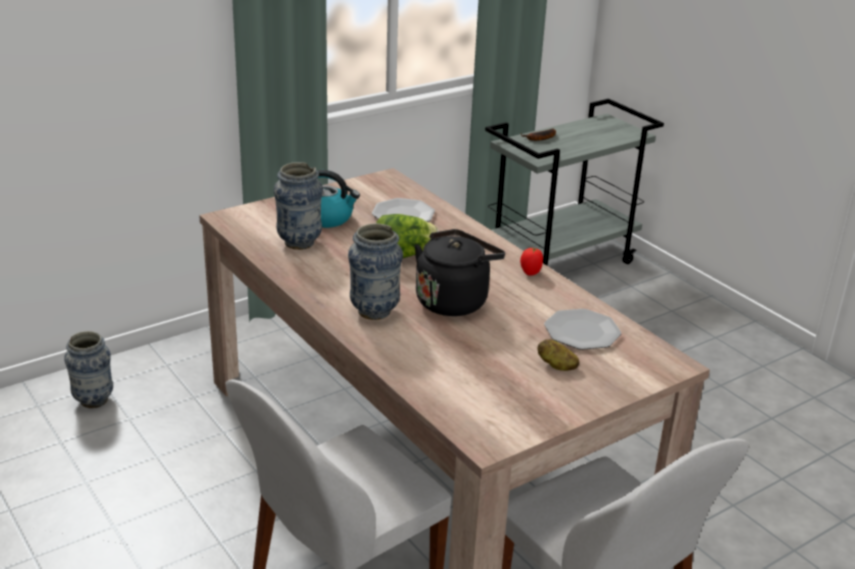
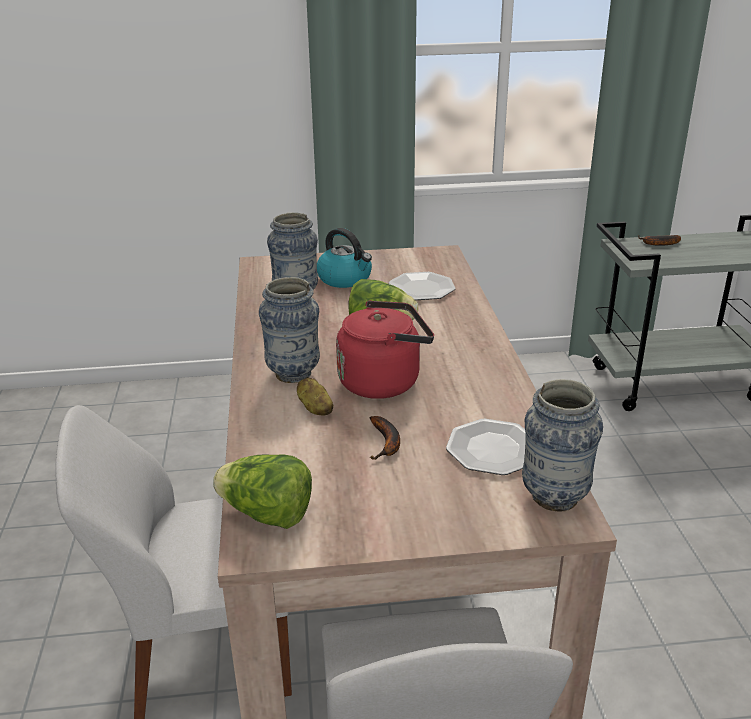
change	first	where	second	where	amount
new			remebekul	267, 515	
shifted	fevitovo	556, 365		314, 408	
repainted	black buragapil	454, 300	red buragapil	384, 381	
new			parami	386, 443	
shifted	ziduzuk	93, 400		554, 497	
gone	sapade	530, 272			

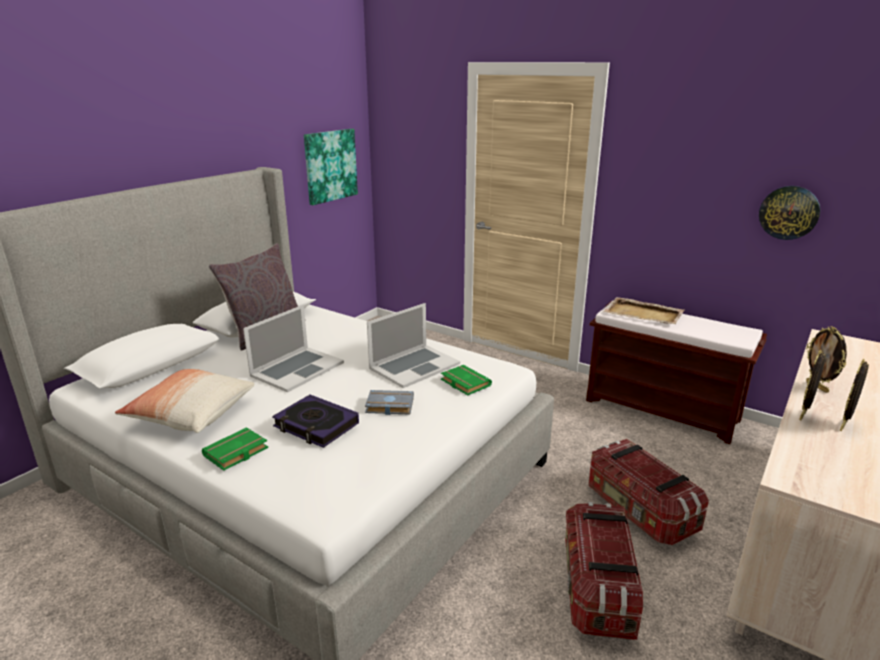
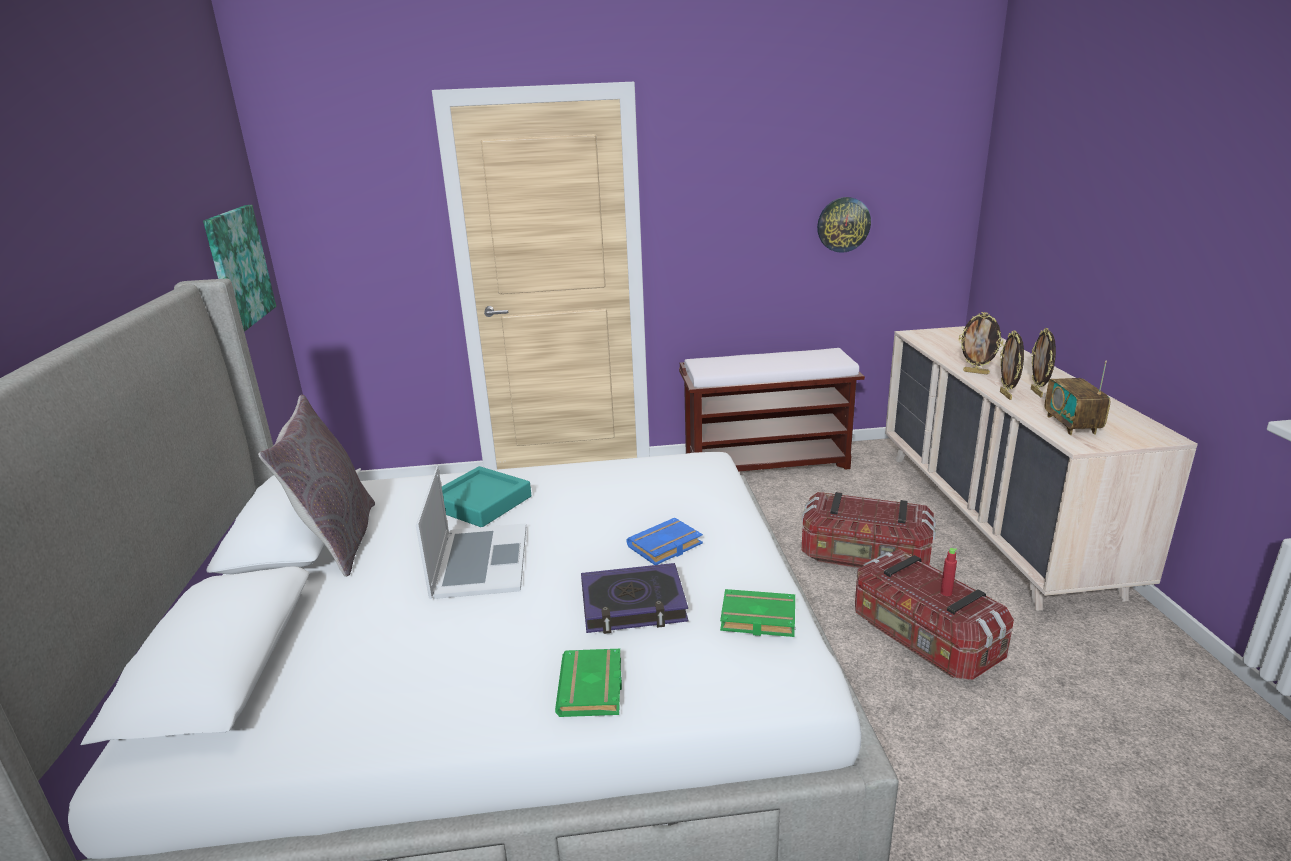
change	first	where	second	where	amount
new			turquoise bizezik	481, 503	
repainted	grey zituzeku	388, 406	blue zituzeku	665, 547	
shifted	green zituzeku	464, 383		756, 619	
new			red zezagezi	946, 593	
new			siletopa	1071, 425	
gone	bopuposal	190, 414			
gone	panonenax	414, 366			
gone	beige bizezik	644, 314			

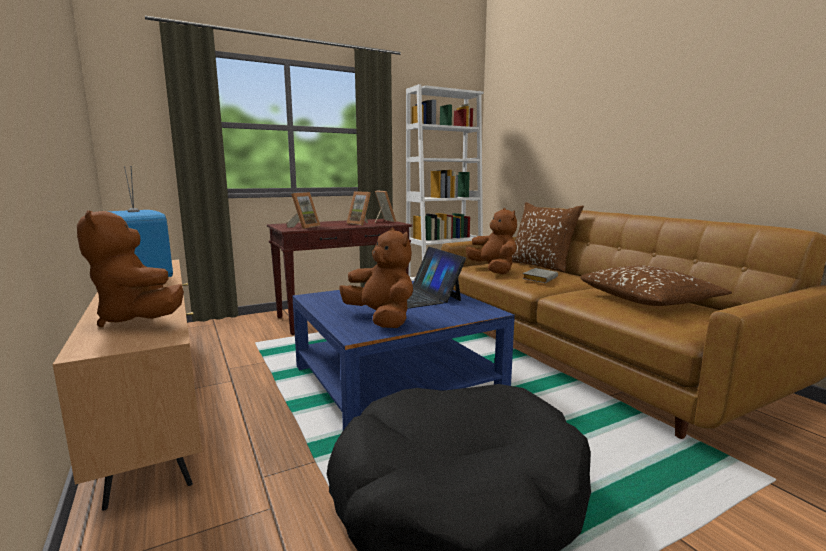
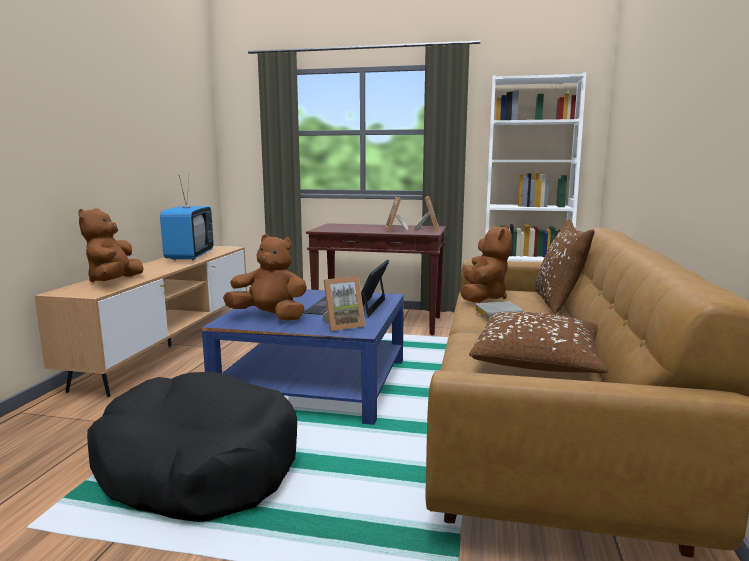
change	first	where	second	where	amount
rotated	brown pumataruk	381, 319		270, 317	75 degrees counterclockwise
shifted	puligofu	304, 227		342, 325	

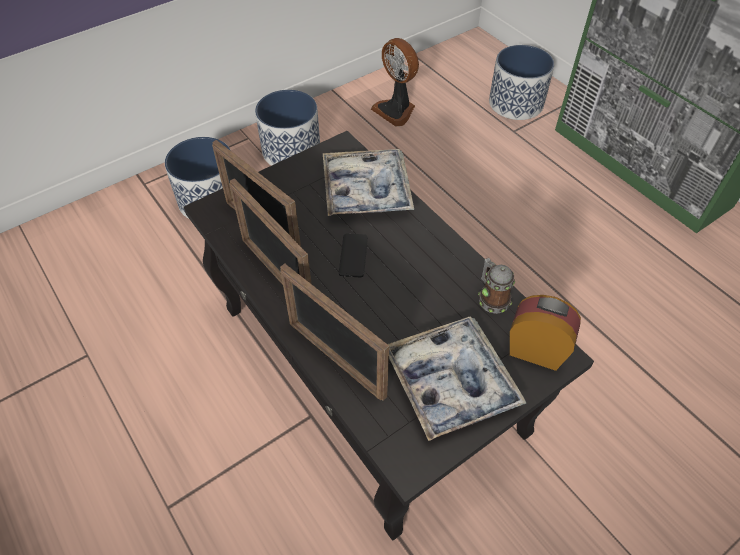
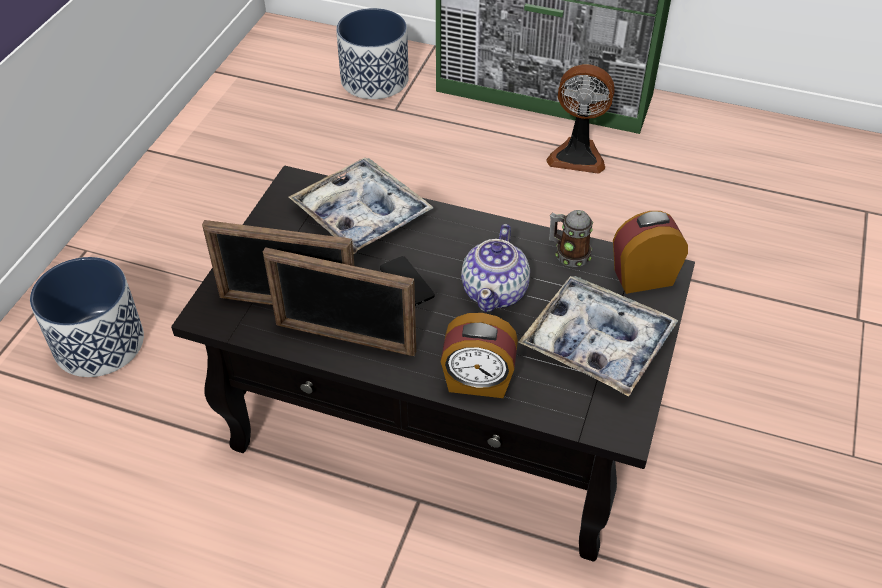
change	first	where	second	where	amount
swapped	puligofu	335, 359	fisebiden	477, 382	
new			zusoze	495, 291	
shifted	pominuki	396, 110		577, 155	
gone	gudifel	292, 151			

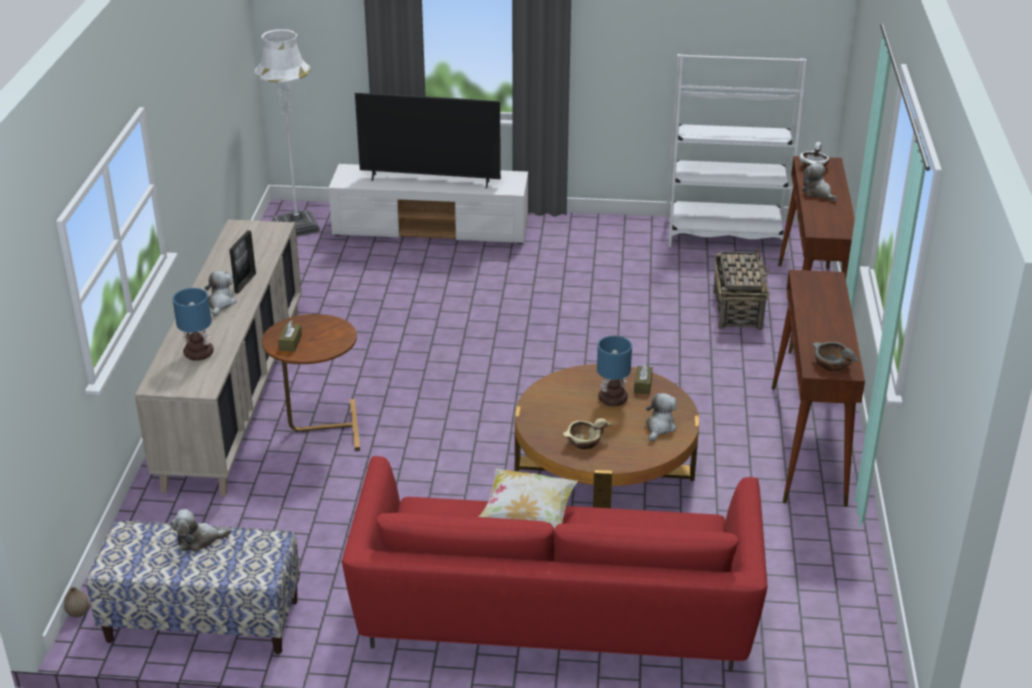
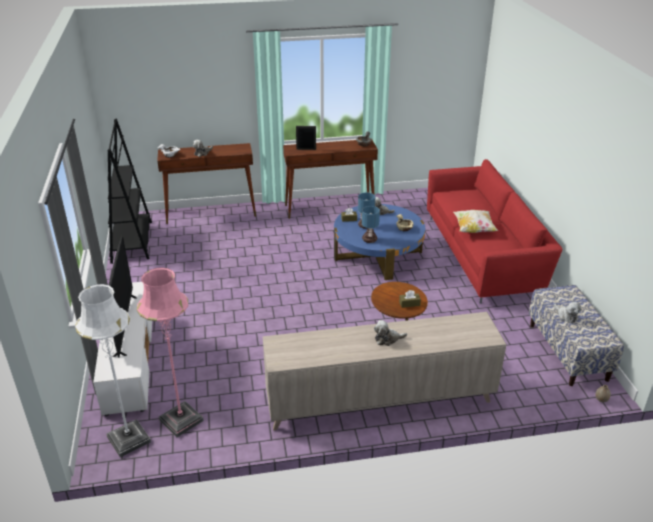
change	first	where	second	where	amount
repainted	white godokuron	725, 235	black godokuron	132, 242	
new			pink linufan	181, 420	
shifted	puligofu	245, 283		306, 149	
repainted	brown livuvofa	604, 470	blue livuvofa	378, 254	
shifted	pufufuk	197, 354		370, 240	
gone	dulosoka	737, 309			

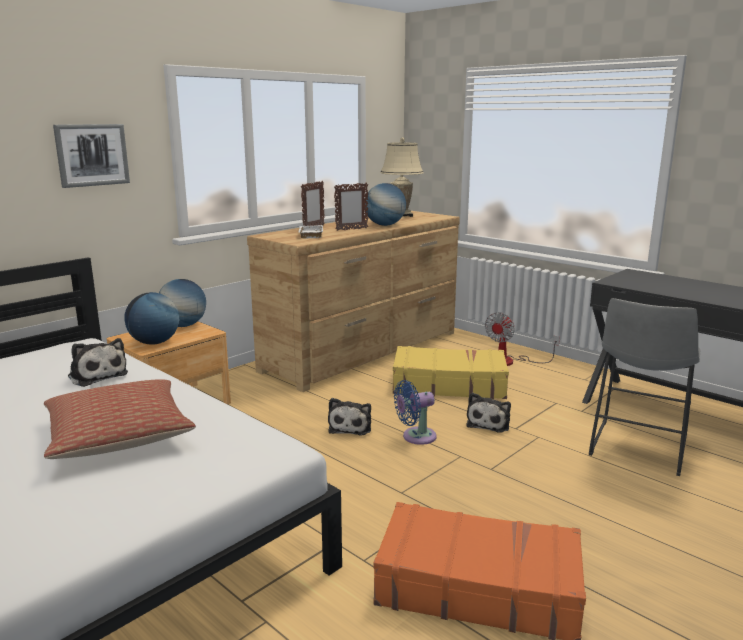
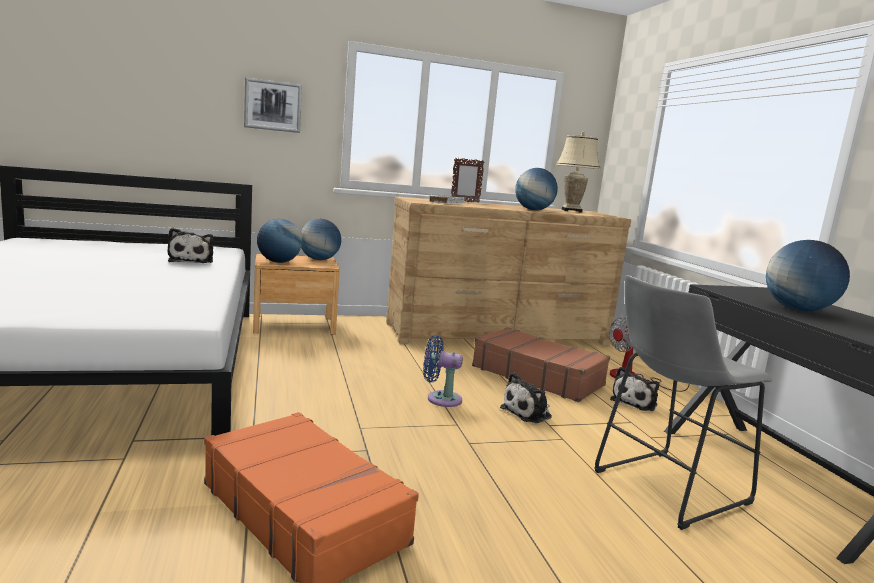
change	first	where	second	where	amount
repainted	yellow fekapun	448, 384	brown fekapun	537, 376	
shifted	pumataruk	351, 426		635, 402	
new			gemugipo	798, 309	
gone	bopuposal	118, 435			
gone	puligofu	351, 229			

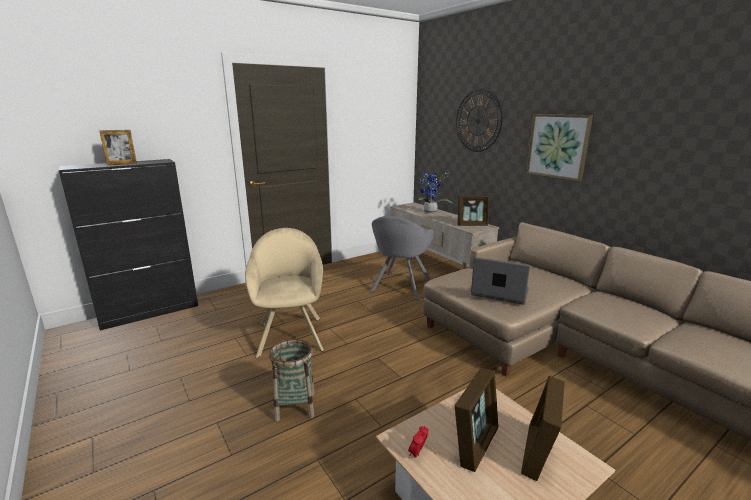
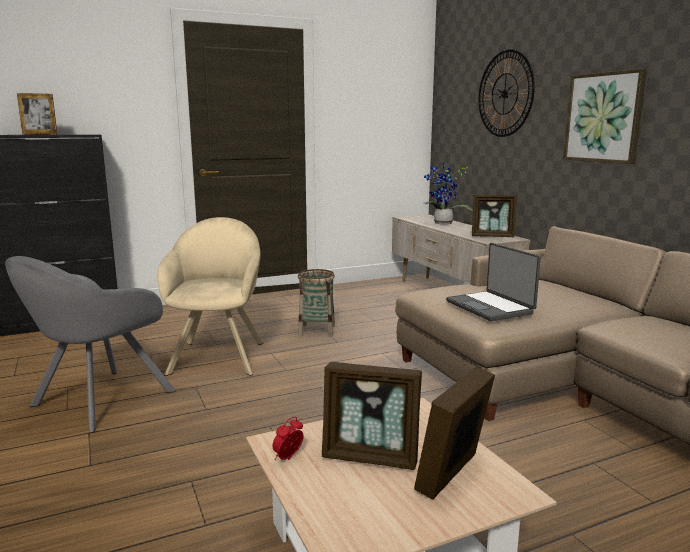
change	first	where	second	where	amount
shifted	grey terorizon	400, 287		97, 401	
shifted	dulosoka	295, 406		317, 330	
rotated	puligofu	475, 444		371, 457	60 degrees clockwise
rotated	panonenax	499, 293		490, 307	150 degrees counterclockwise

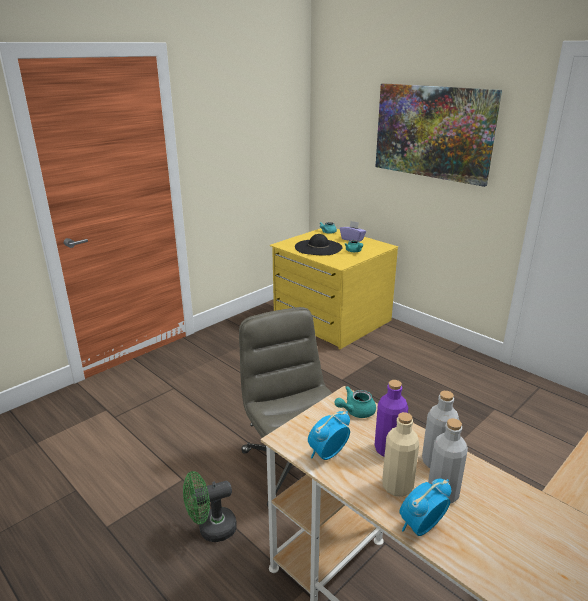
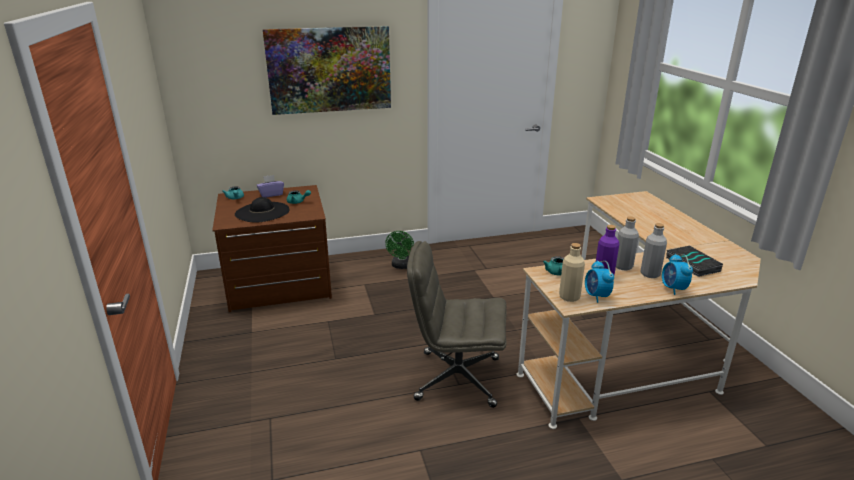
change	first	where	second	where	amount
repainted	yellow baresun	331, 319	brown baresun	279, 284	
shifted	green pominuki	211, 529		401, 266	
shifted	beige zezagezi	397, 486		569, 297	
new			zituzeku	691, 264	

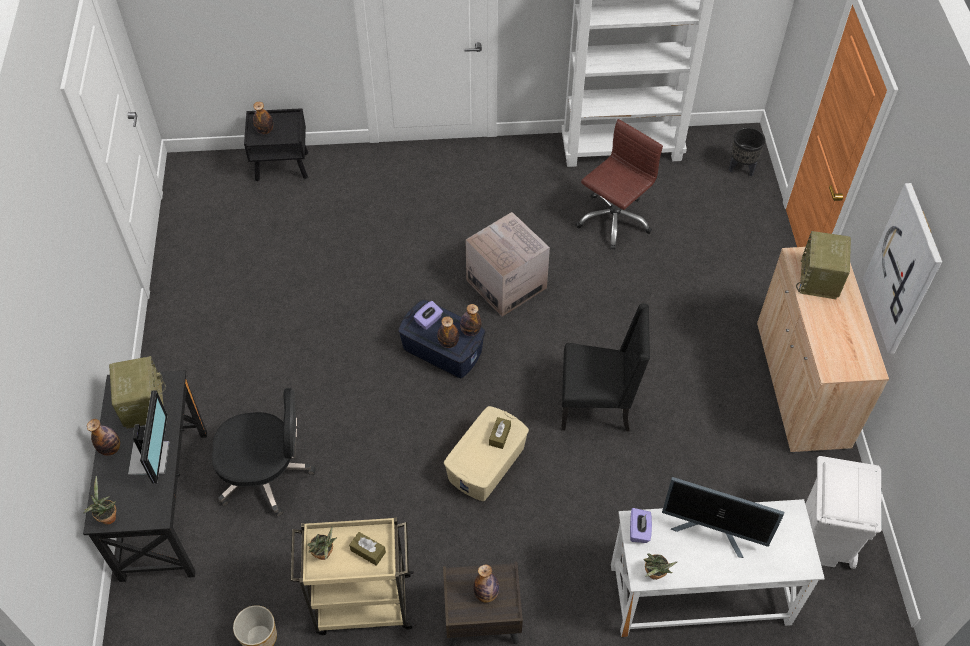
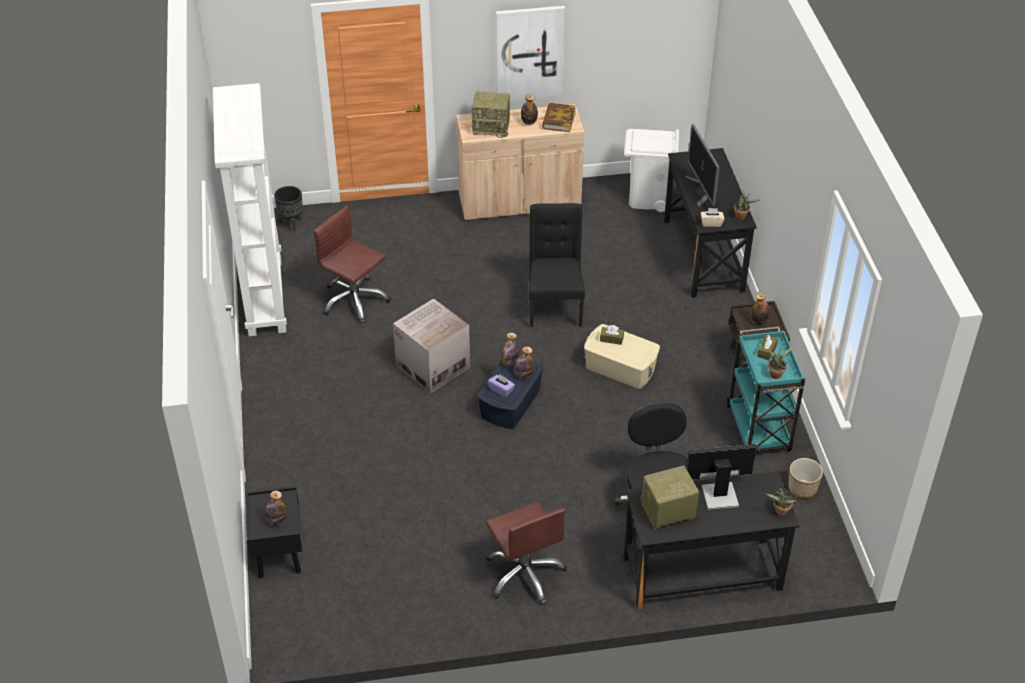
change	first	where	second	where	amount
new			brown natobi	525, 574	
shifted	zezagezi	110, 448		529, 122	
new			zituzeku	558, 120	
repainted	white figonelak	699, 595	black figonelak	703, 255	
rotated	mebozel	713, 531		702, 191	150 degrees clockwise
repainted	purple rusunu	639, 531	beige rusunu	711, 223	
repainted	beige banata	361, 604	turquoise banata	759, 430	

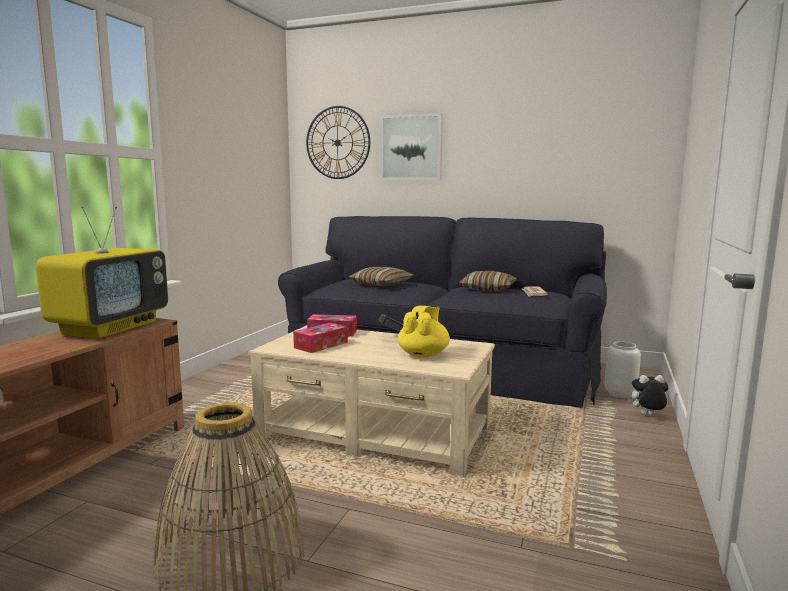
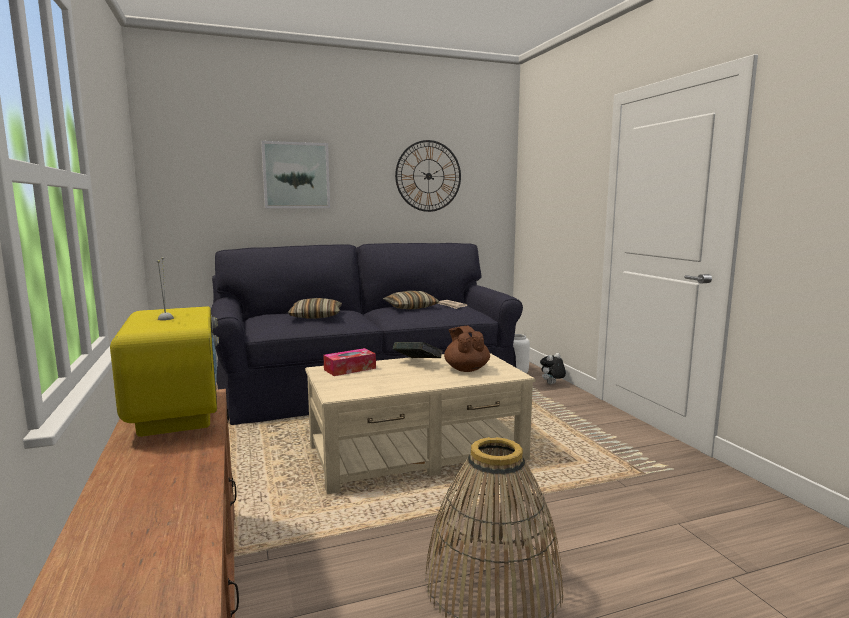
change	first	where	second	where	amount
shifted	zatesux	337, 142		428, 176	
repainted	yellow zusoze	423, 354	brown zusoze	466, 369	
gone	rusunu	321, 345			

